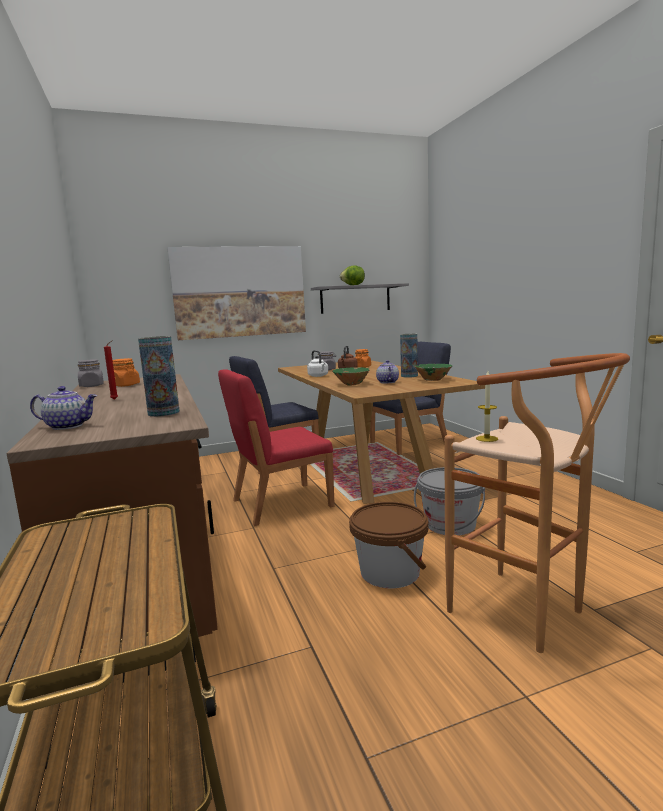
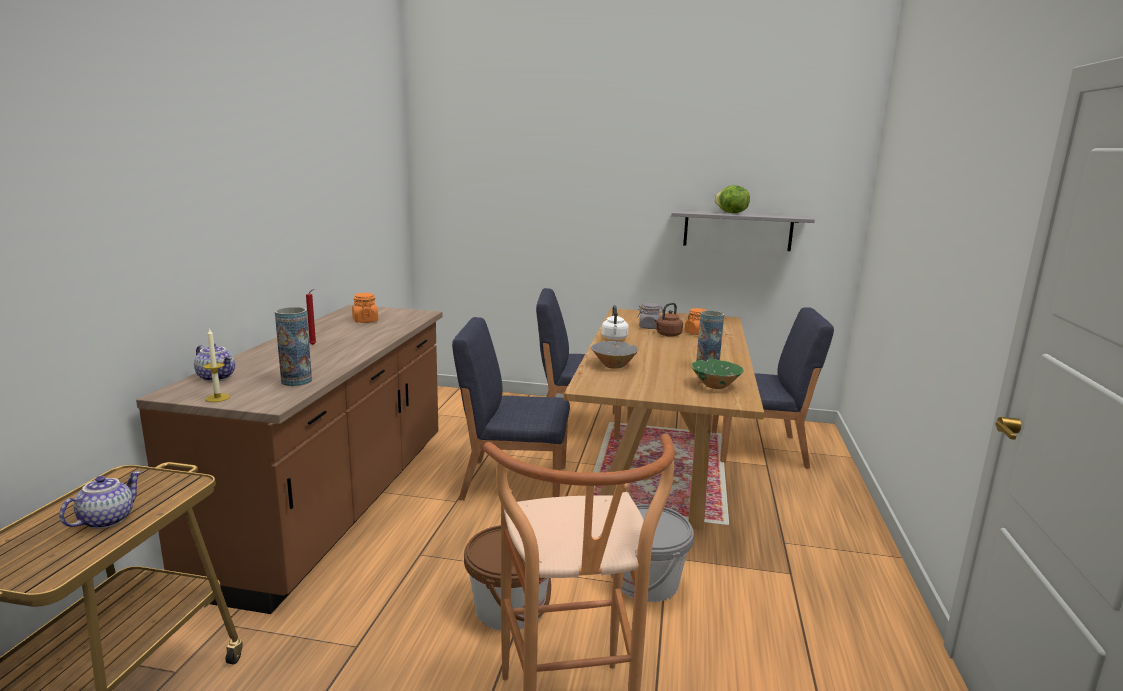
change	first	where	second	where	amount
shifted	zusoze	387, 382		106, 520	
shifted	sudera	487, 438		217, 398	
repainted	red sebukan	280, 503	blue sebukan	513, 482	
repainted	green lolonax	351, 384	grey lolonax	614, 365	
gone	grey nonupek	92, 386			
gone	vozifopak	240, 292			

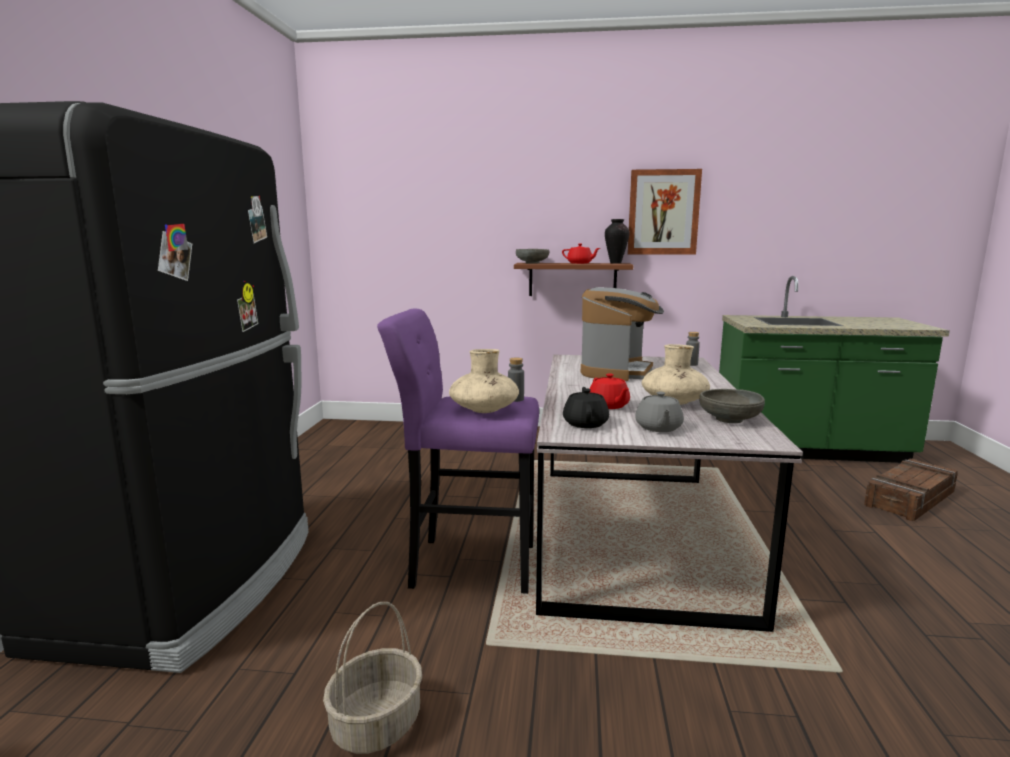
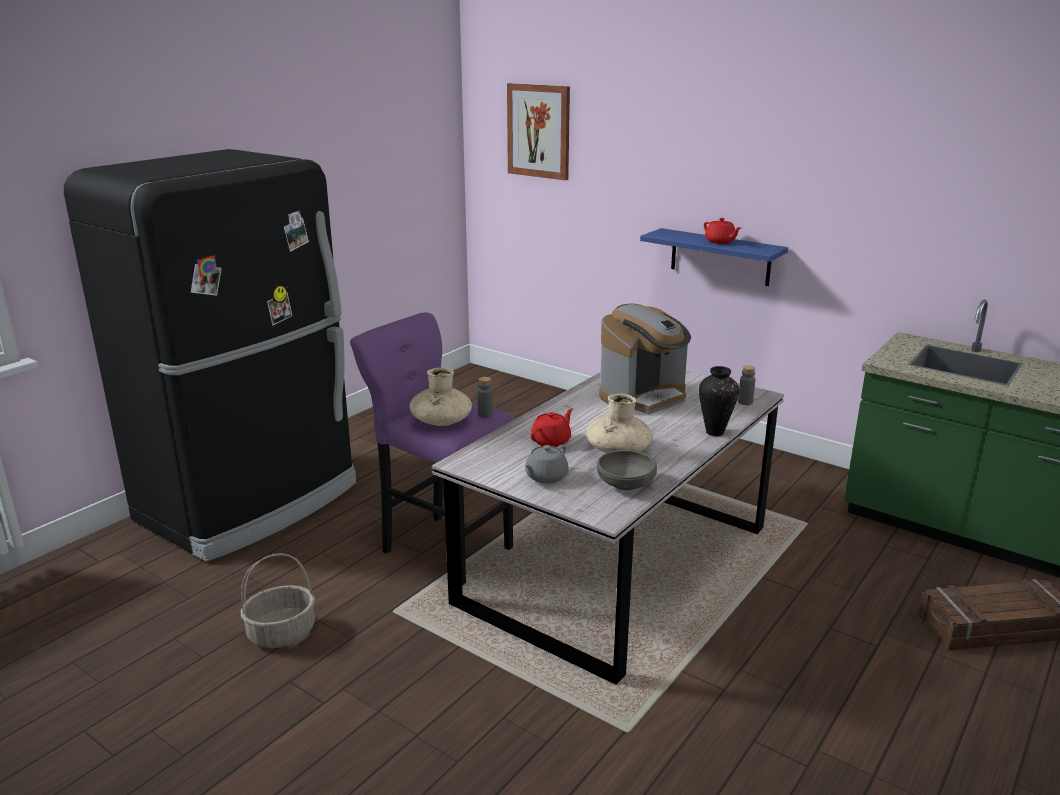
change	first	where	second	where	amount
shifted	vozifopak	663, 212		539, 131	
rotated	red zusoze	608, 406		551, 441	150 degrees counterclockwise
repainted	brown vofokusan	572, 279	blue vofokusan	720, 257	
shifted	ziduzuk	615, 263		714, 432	
gone	grey lolonax	532, 263			
gone	black zusoze	585, 423			

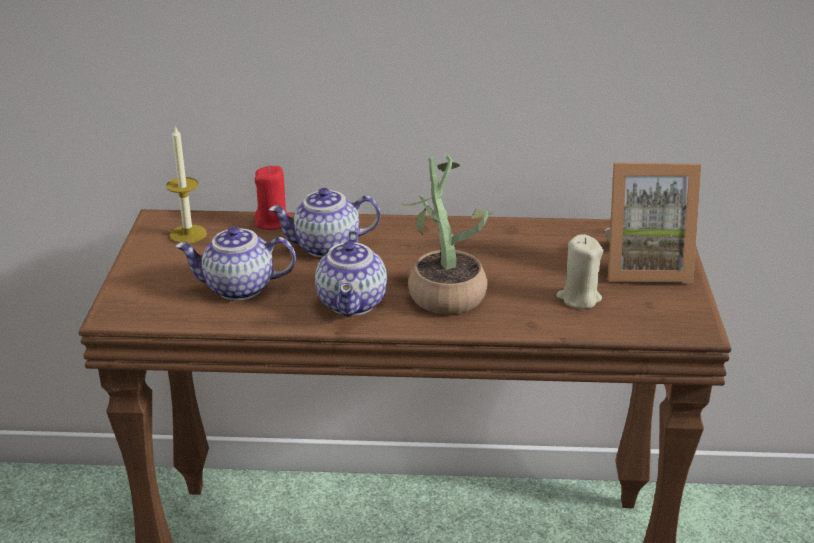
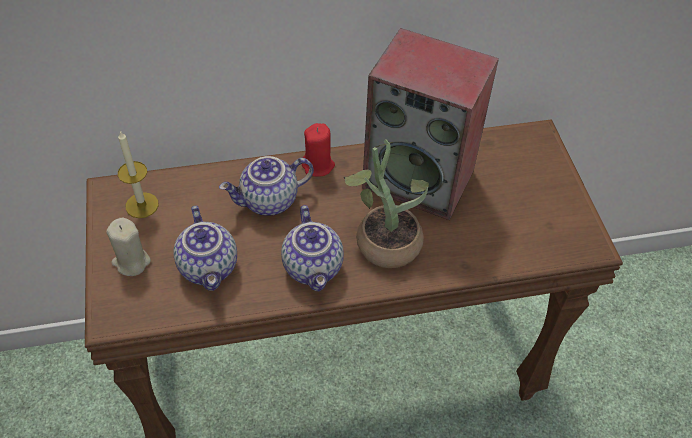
change	first	where	second	where	amount
shifted	beige sudera	579, 298		131, 262	
rotated	zusoze	238, 289		210, 267	90 degrees counterclockwise
shifted	red sudera	273, 222		318, 165	
new			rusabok	420, 179	
gone	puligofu	644, 265			

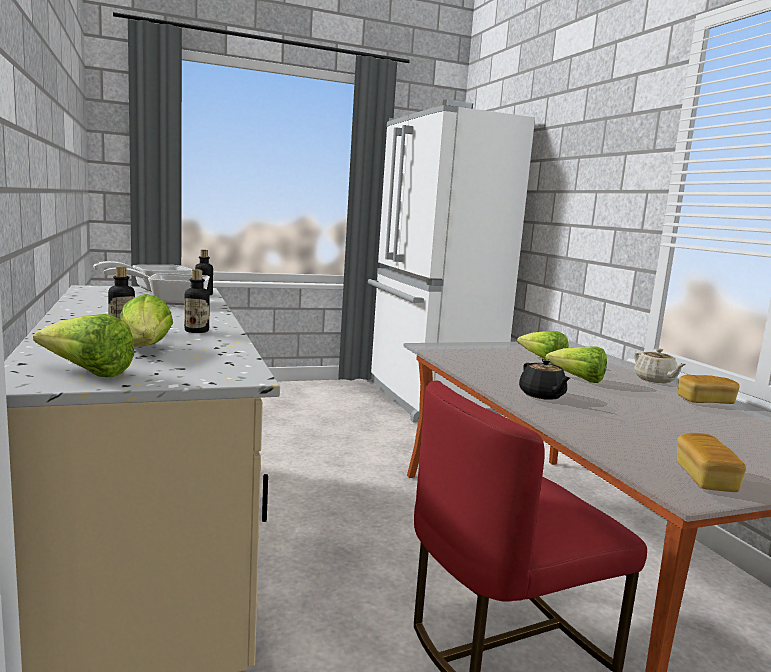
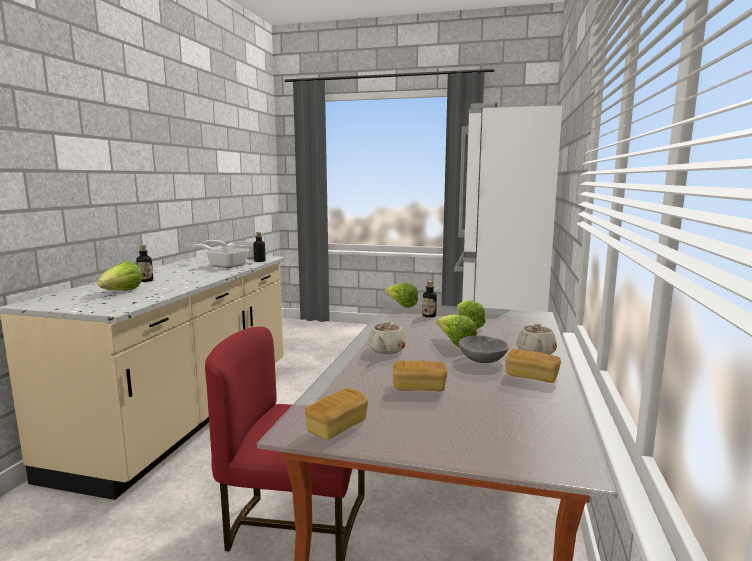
change	first	where	second	where	amount
repainted	black zusoze	542, 395	beige zusoze	386, 350	
shifted	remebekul	88, 373		401, 305	
new			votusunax	419, 388	
shifted	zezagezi	196, 331		429, 316	
new			grey lolonax	481, 360	

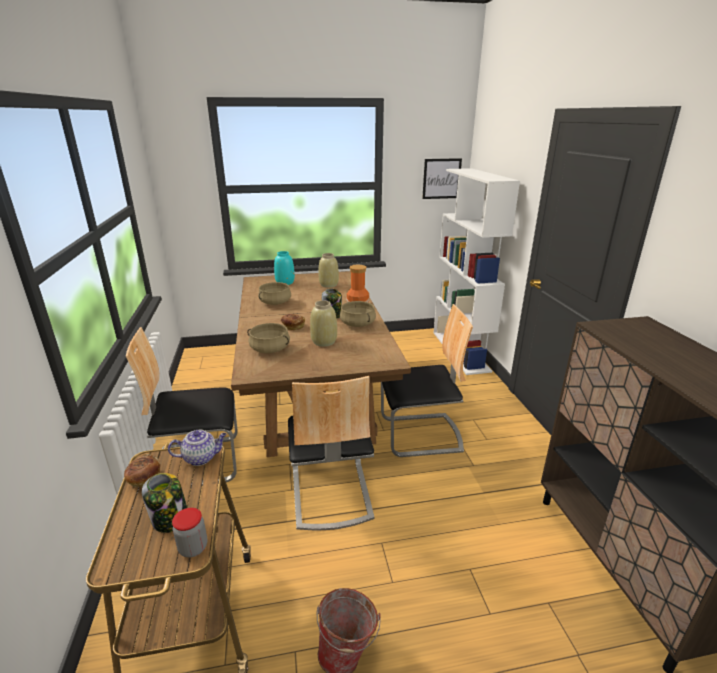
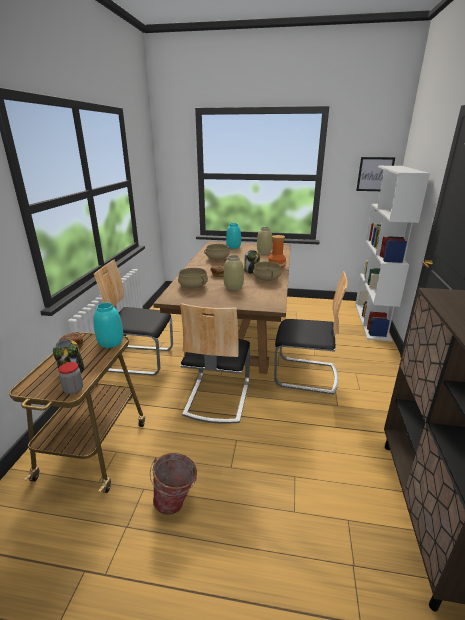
change	first	where	second	where	amount
swapped	zusoze	201, 457	turquoise ziduzuk	111, 342	

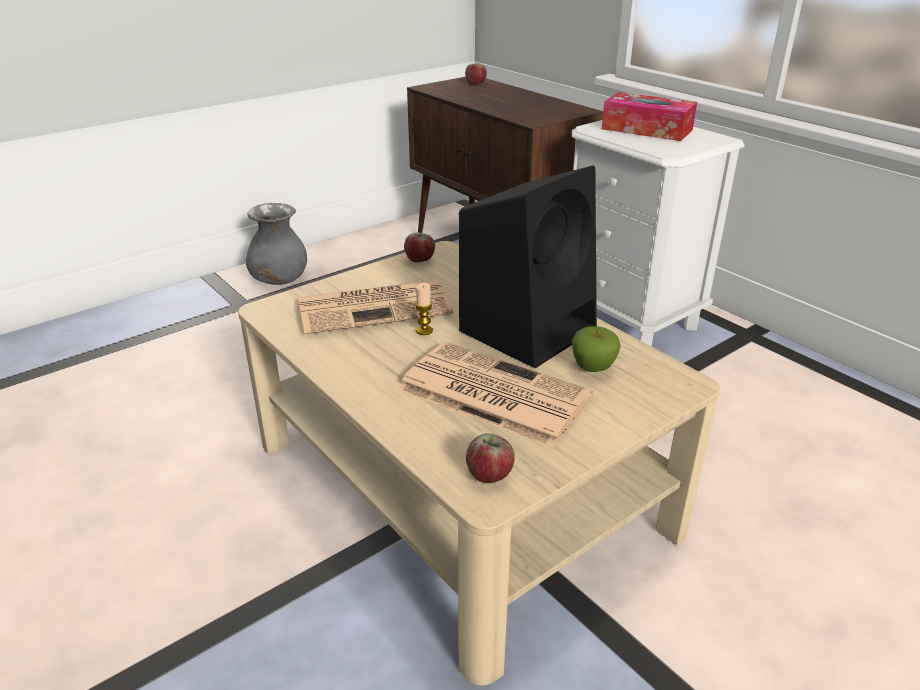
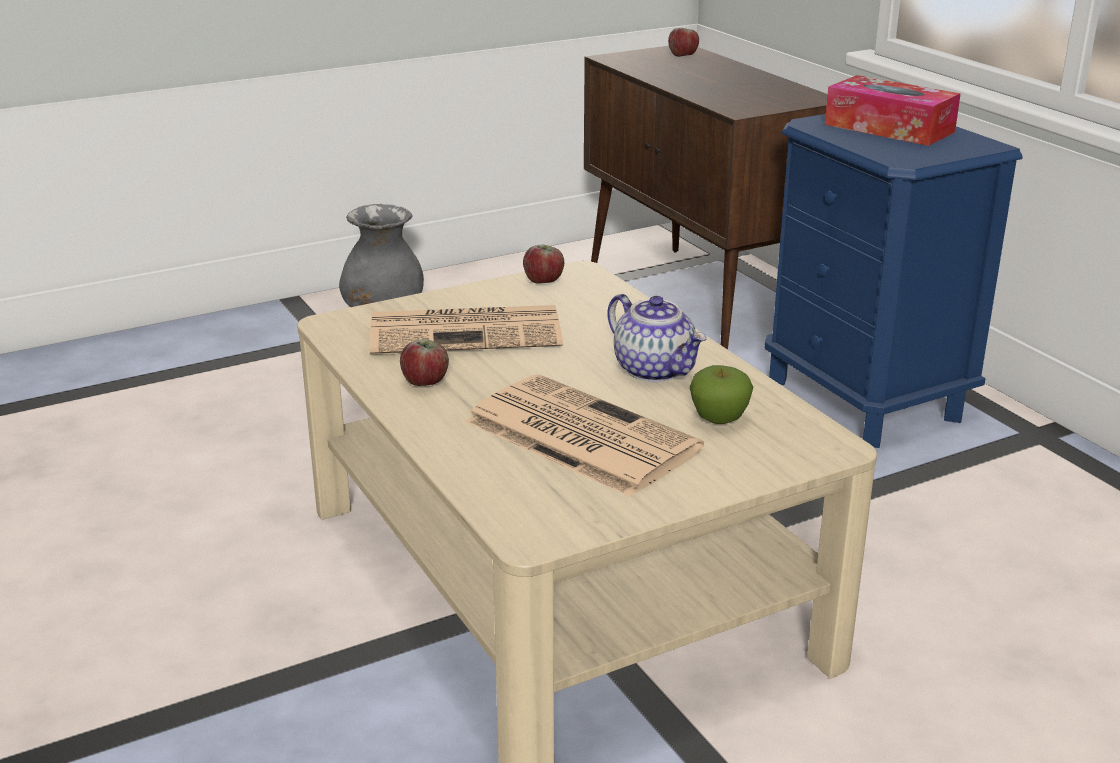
change	first	where	second	where	amount
shifted	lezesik	489, 475		425, 382	
swapped	black rusabok	529, 328	zusoze	655, 370	
repainted	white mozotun	629, 318	blue mozotun	865, 399	
gone	sudera	424, 330			

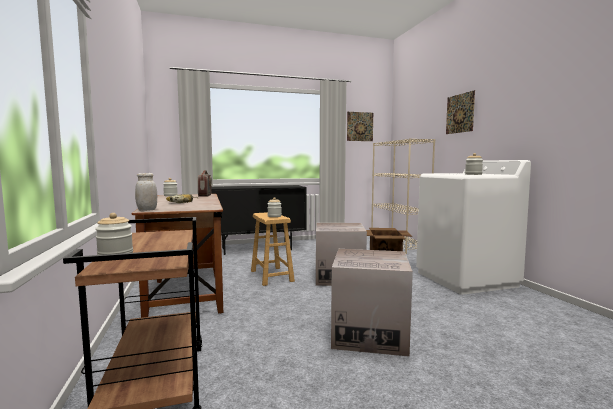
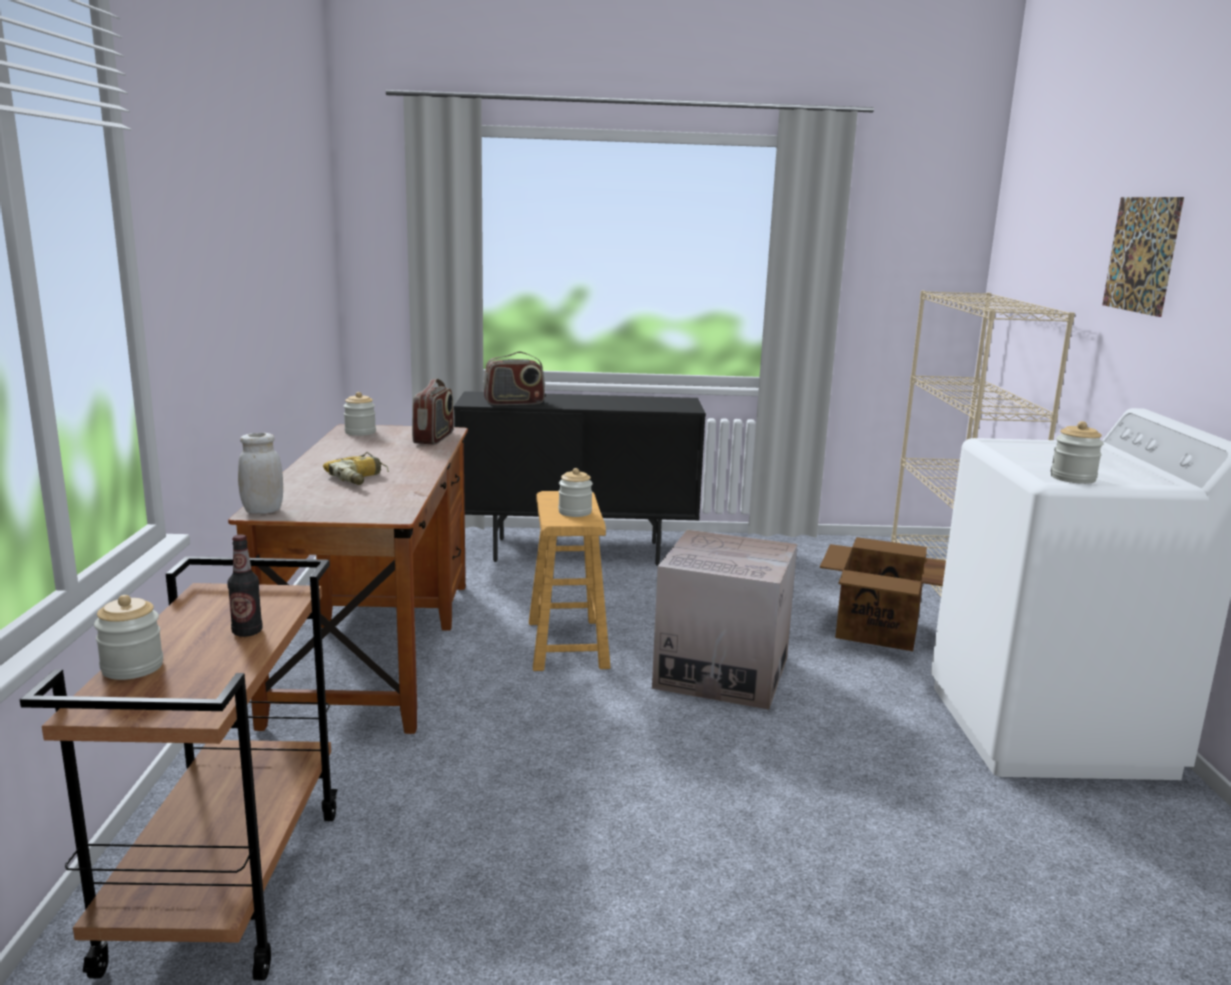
change	first	where	second	where	amount
new			zezagezi	247, 632	
new			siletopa	514, 403	
gone	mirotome	369, 334			
gone	vozifopak	360, 126			

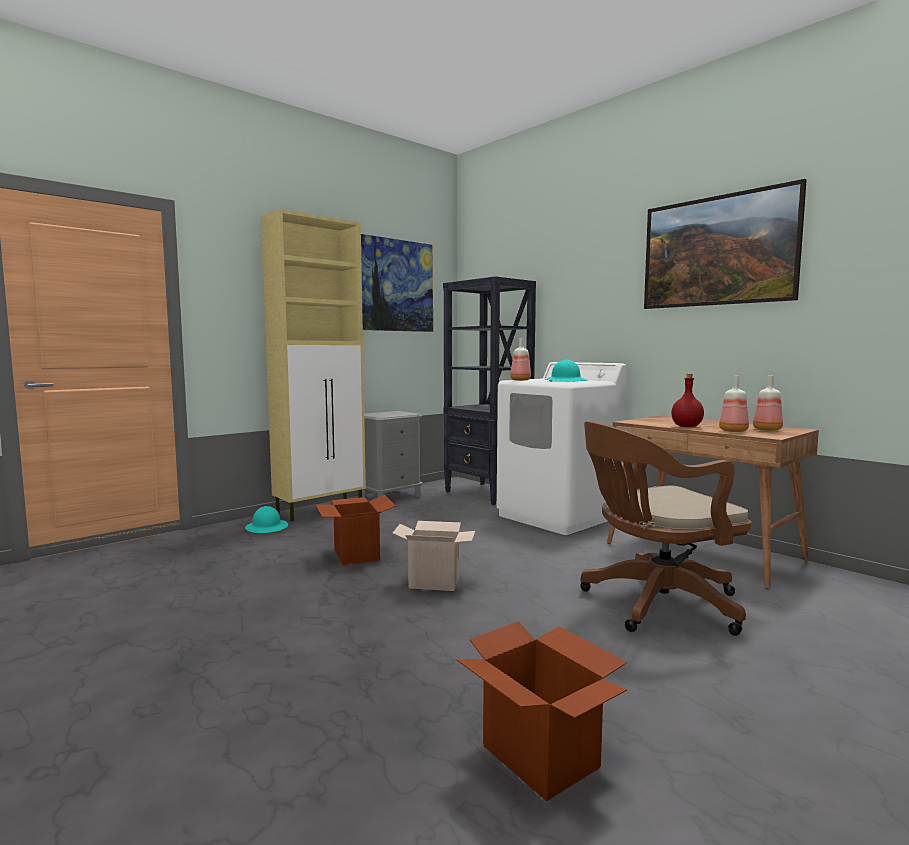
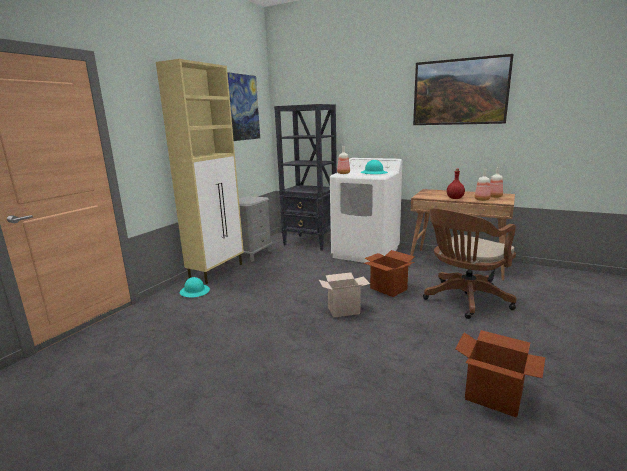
change	first	where	second	where	amount
shifted	mirotome	356, 554		388, 289	

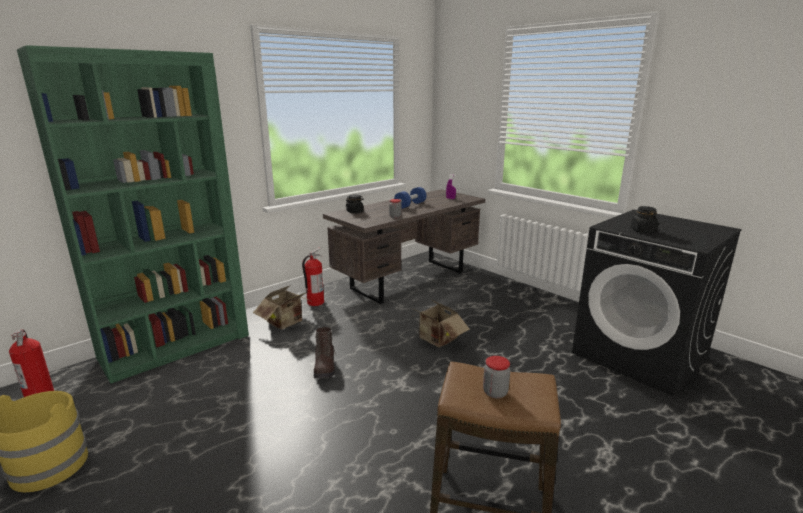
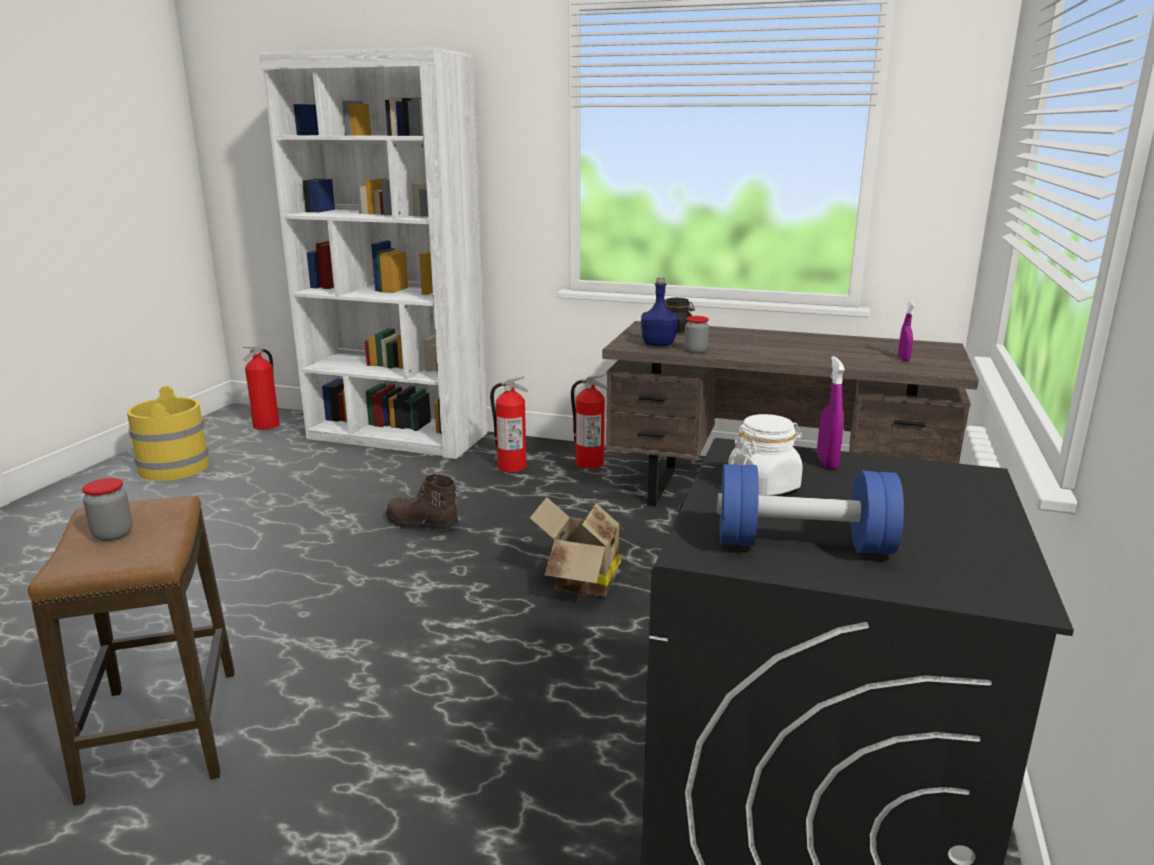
change	first	where	second	where	amount
repainted	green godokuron	176, 346	white godokuron	397, 436	
rotated	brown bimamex	325, 367		421, 524	60 degrees clockwise
swapped	mirotome	287, 322	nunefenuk	511, 467	
new			blue zezagezi	659, 344	
shifted	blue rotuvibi	410, 205		802, 544	
repainted	black nonupek	643, 231	white nonupek	763, 486	
new			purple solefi	827, 462	

